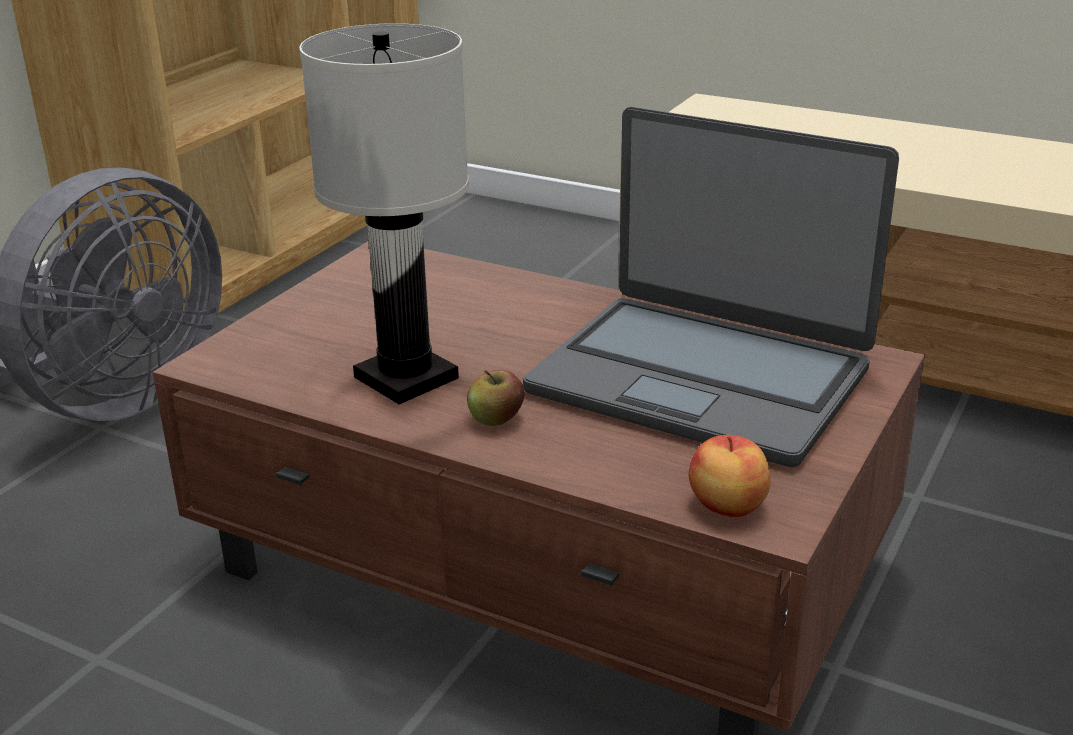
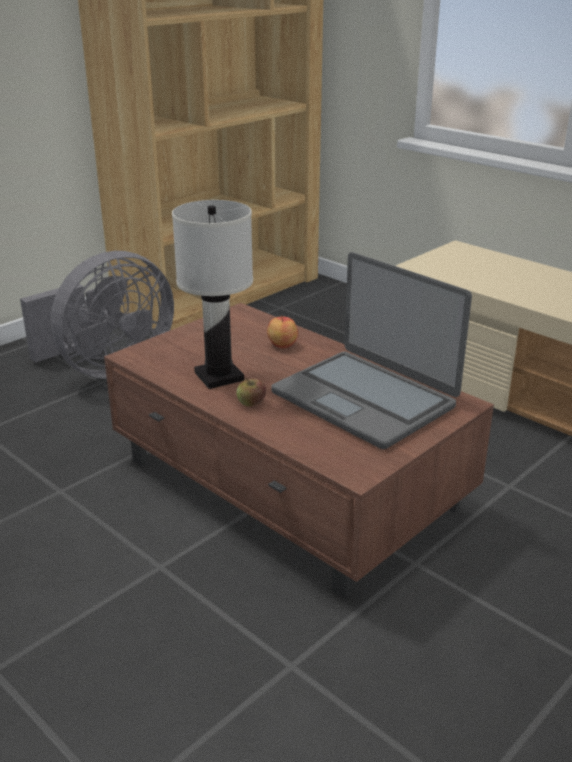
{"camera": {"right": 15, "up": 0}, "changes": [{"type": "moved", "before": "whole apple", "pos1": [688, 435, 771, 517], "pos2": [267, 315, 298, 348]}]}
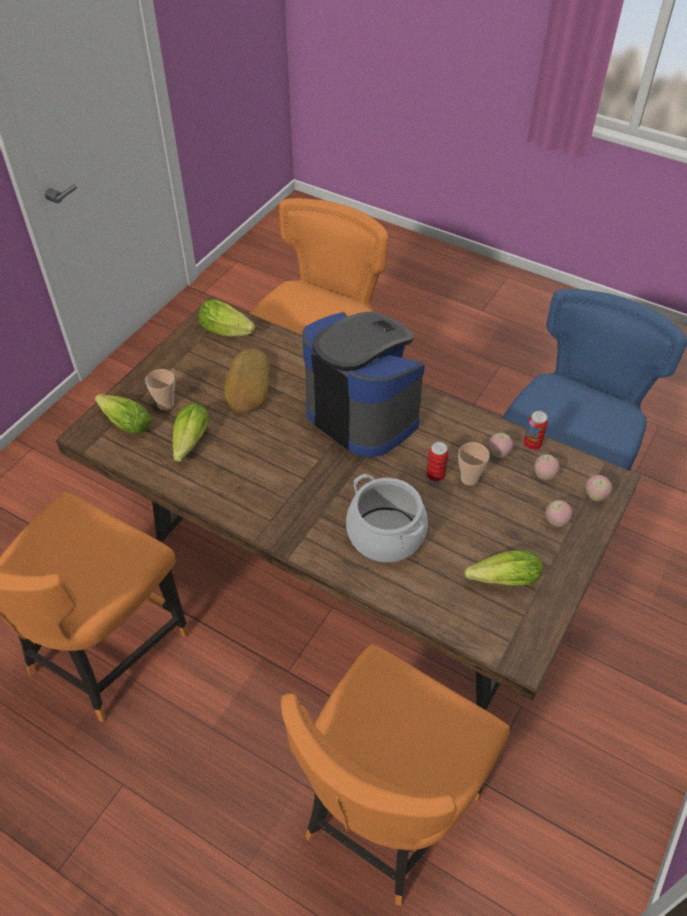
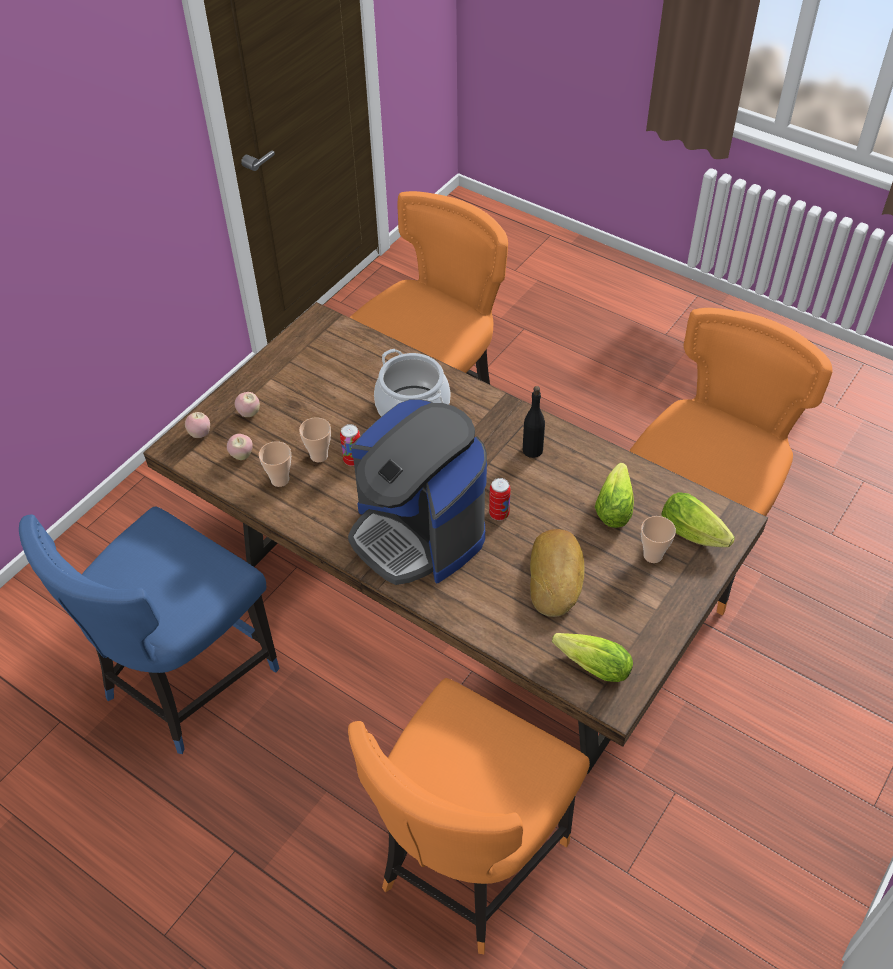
{"camera": {"right": -175, "up": 0}, "changes": [{"type": "moved", "before": "metal can", "pos1": [524, 411, 548, 450], "pos2": [489, 478, 511, 521]}, {"type": "replaced", "before": "whole apple", "after": "drinking cup", "pos1": [488, 433, 513, 458], "pos2": [259, 441, 291, 487]}, {"type": "removed", "before": "lettuce head", "pos1": [464, 550, 543, 585]}, {"type": "added", "after": "black beverage bottle", "pos2": [523, 386, 545, 458]}]}
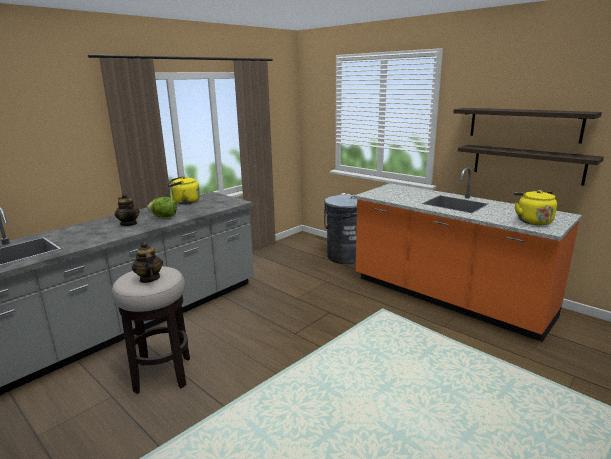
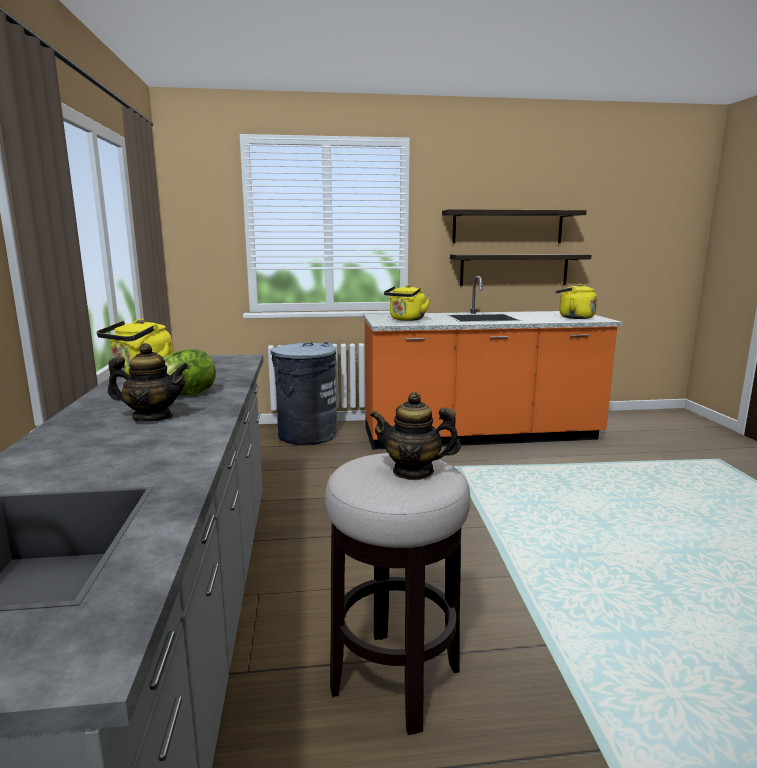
{"camera": {"right": -50, "up": -5}, "changes": [{"type": "added", "after": "yellow water kettle", "pos2": [384, 285, 430, 321]}]}
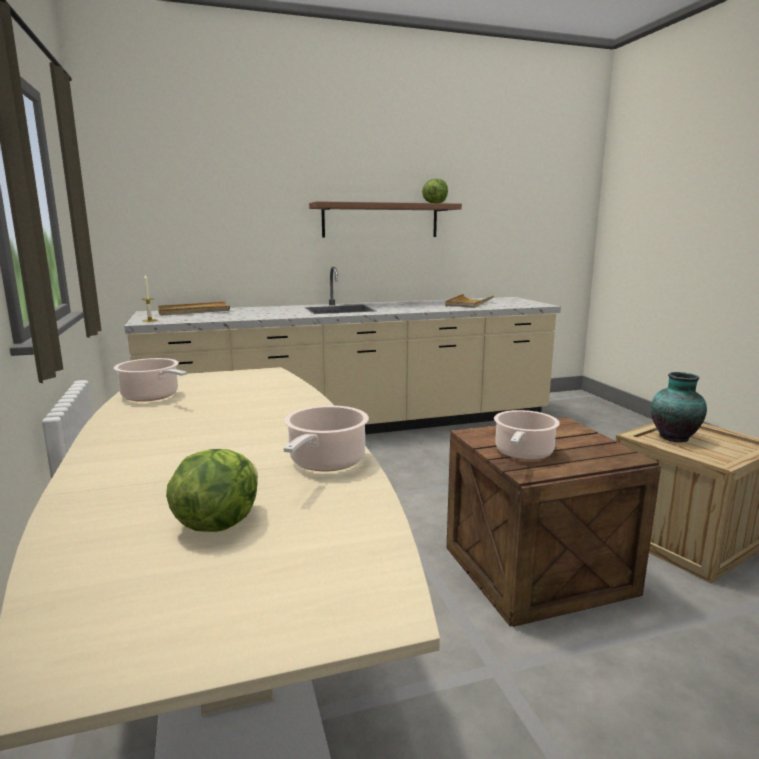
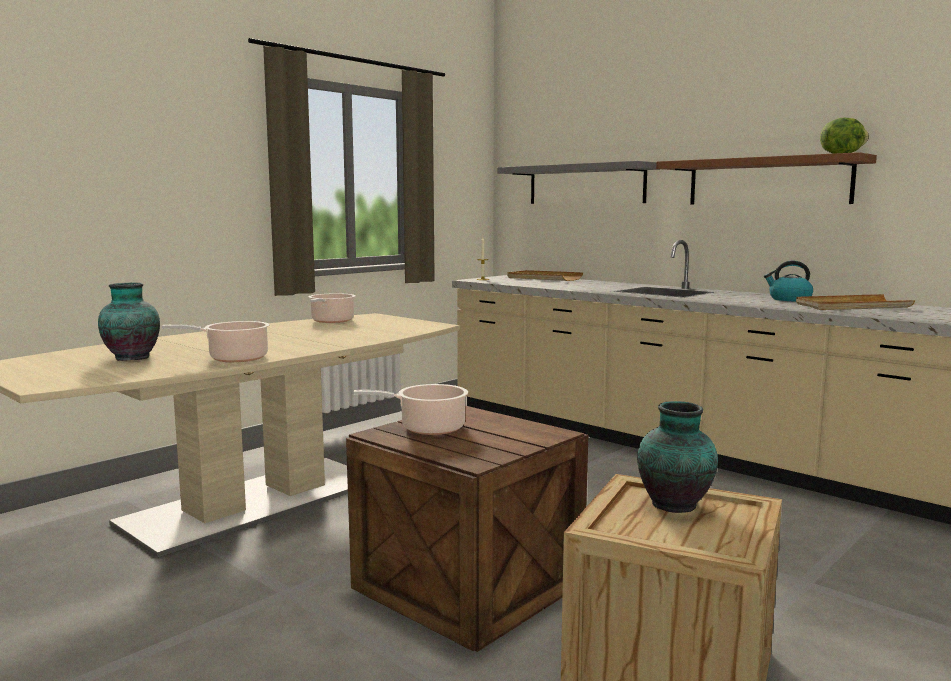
{"camera": {"right": 60, "up": -5}, "changes": [{"type": "replaced", "before": "lettuce head", "after": "vase", "pos1": [166, 449, 258, 532], "pos2": [98, 282, 160, 361]}, {"type": "added", "after": "grey shelf", "pos2": [497, 161, 660, 204]}, {"type": "added", "after": "water kettle", "pos2": [764, 261, 813, 301]}]}
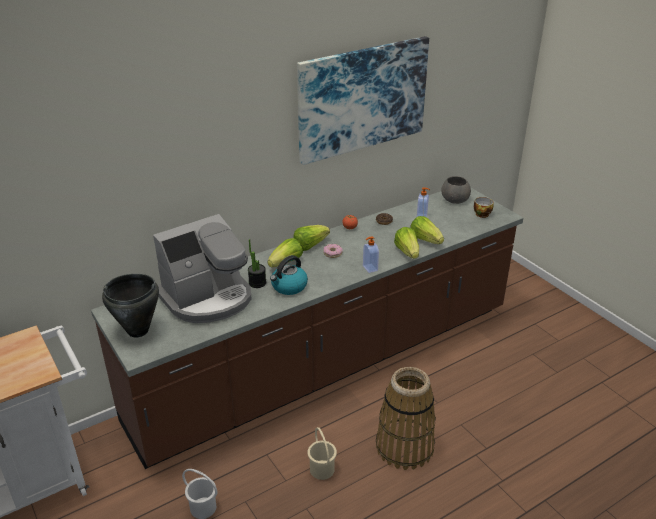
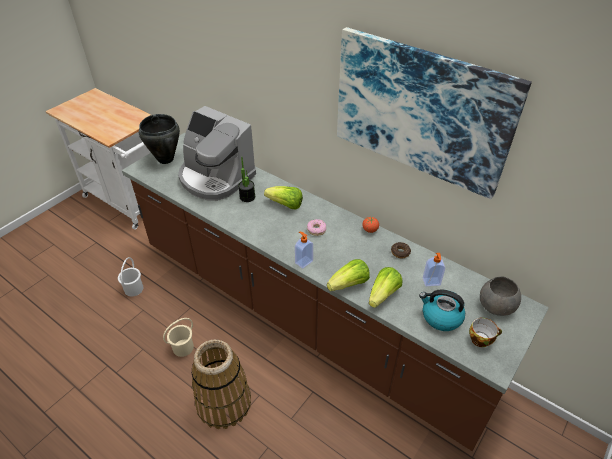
{"camera": {"right": 70, "up": 10}, "changes": [{"type": "removed", "before": "lettuce head", "pos1": [293, 225, 330, 251]}, {"type": "moved", "before": "water kettle", "pos1": [270, 255, 308, 295], "pos2": [419, 289, 465, 331]}]}
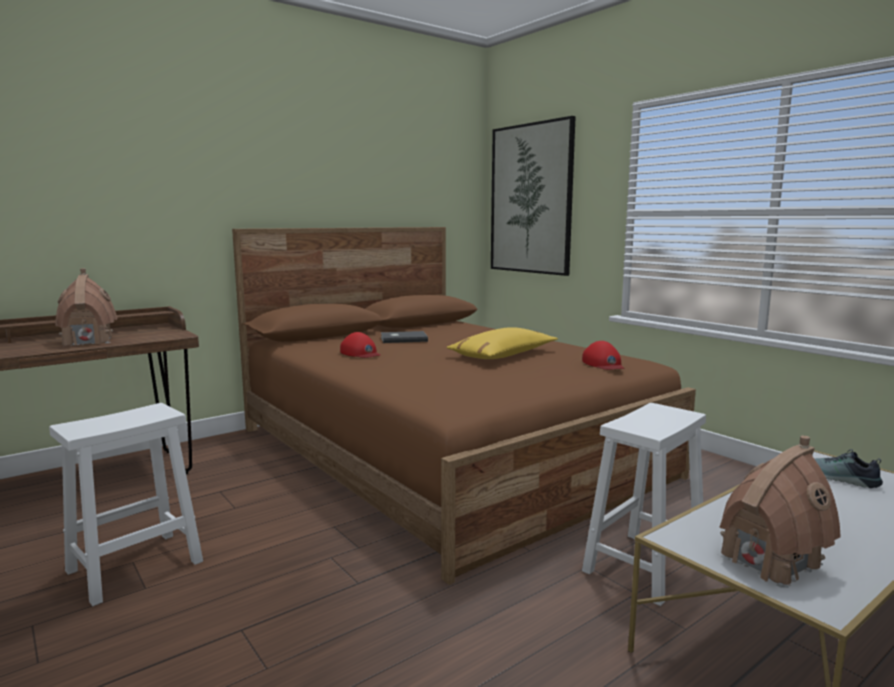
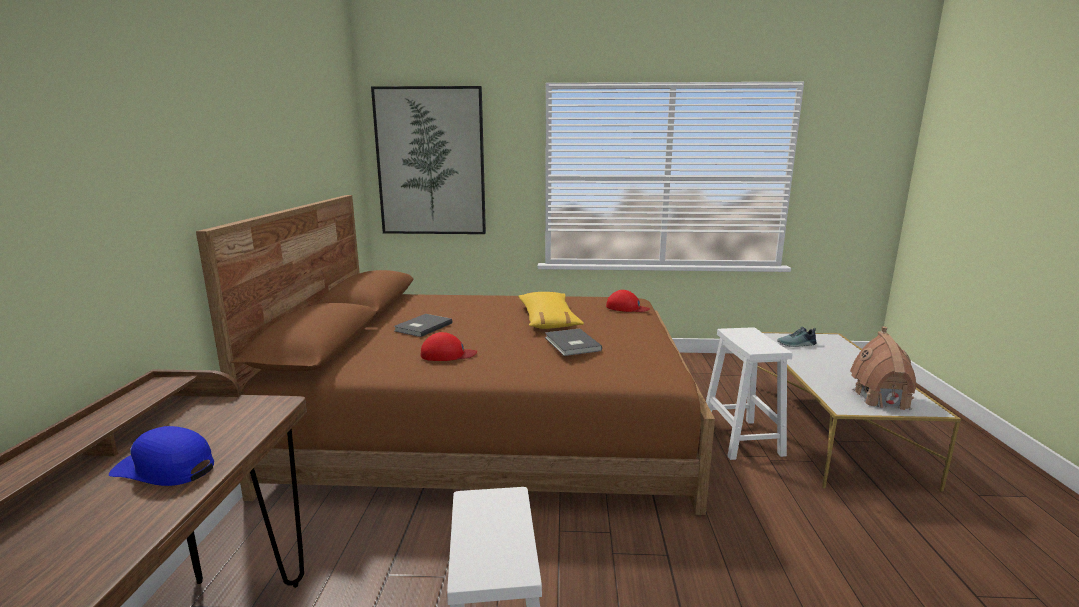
{"camera": {"right": -50, "up": 5}, "changes": [{"type": "replaced", "before": "miniature house", "after": "bluish peaked cap", "pos1": [55, 268, 118, 346], "pos2": [109, 426, 214, 486]}, {"type": "added", "after": "grey book", "pos2": [545, 328, 602, 356]}]}
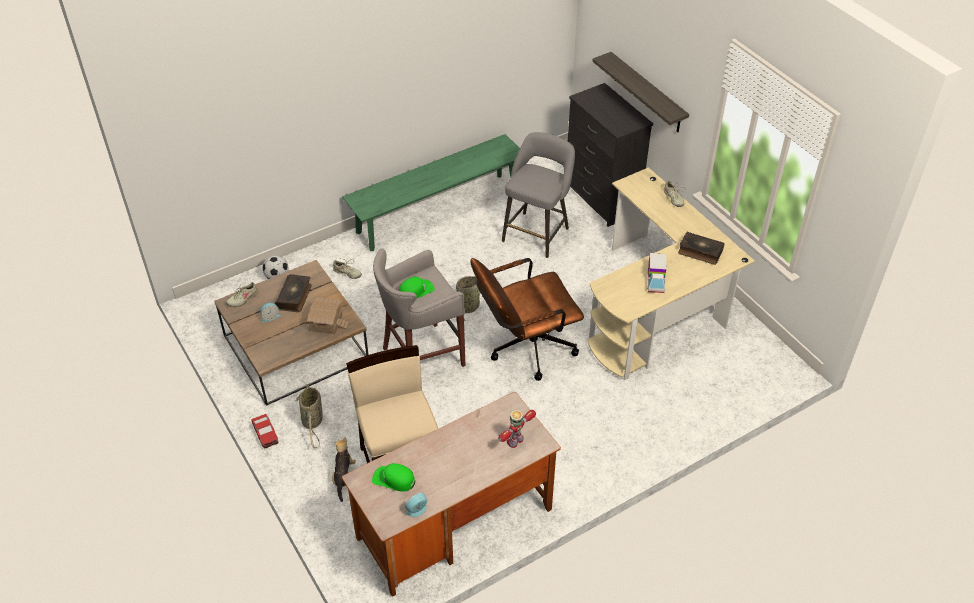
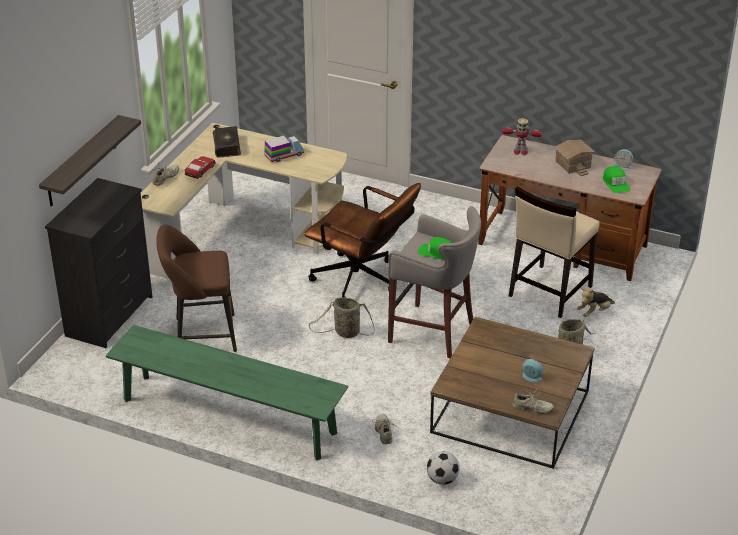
{"camera": {"right": -125, "up": -10}, "changes": [{"type": "recoloured", "before": "grey stool seat", "after": "brownish stool seat", "pos1": [502, 132, 575, 258], "pos2": [156, 225, 237, 352]}, {"type": "removed", "before": "book", "pos1": [275, 274, 312, 312]}, {"type": "moved", "before": "miniature house", "pos1": [303, 297, 349, 334], "pos2": [554, 140, 595, 176]}, {"type": "moved", "before": "miniature car", "pos1": [252, 414, 278, 448], "pos2": [185, 156, 216, 179]}]}
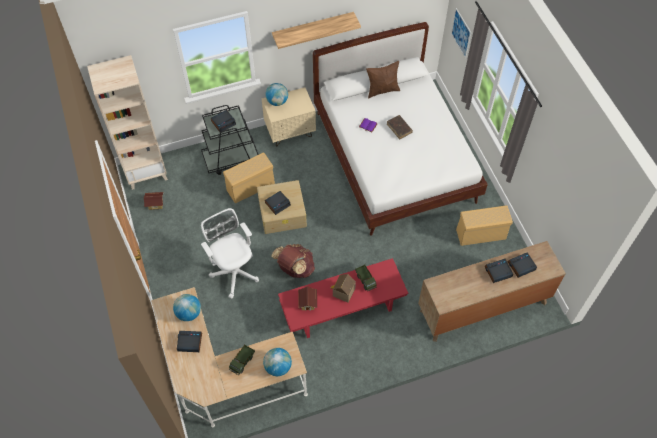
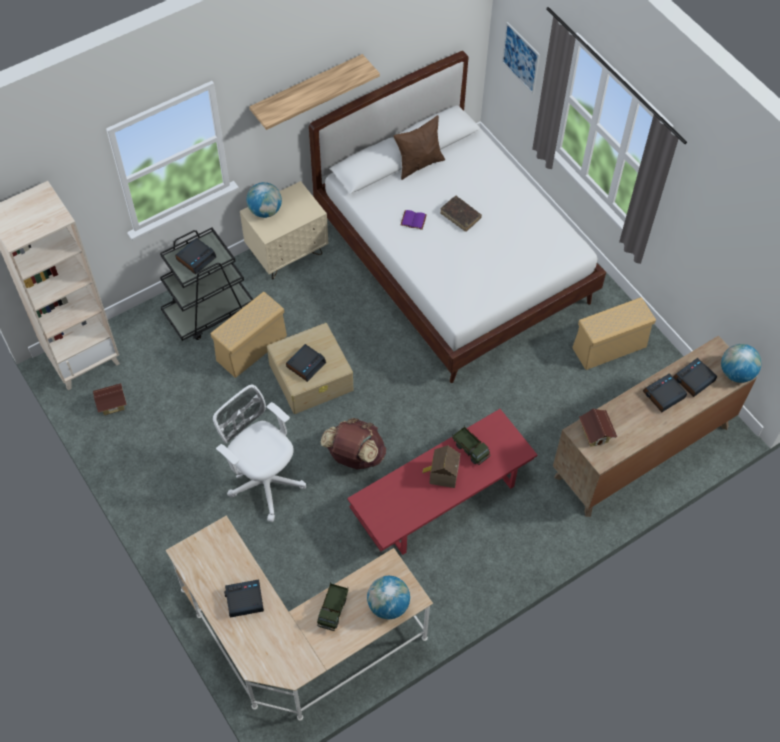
{"camera": {"right": -15, "up": 0}, "changes": [{"type": "moved", "before": "miniature house", "pos1": [298, 286, 317, 310], "pos2": [579, 408, 617, 447]}, {"type": "moved", "before": "desk globe", "pos1": [173, 294, 201, 321], "pos2": [721, 344, 761, 383]}]}
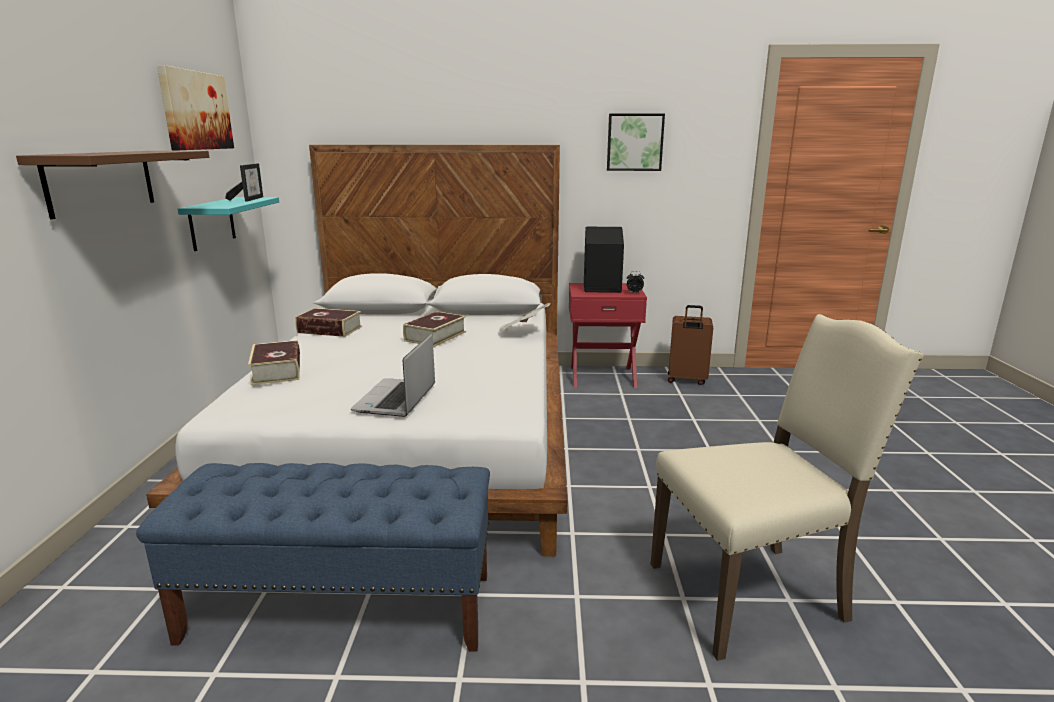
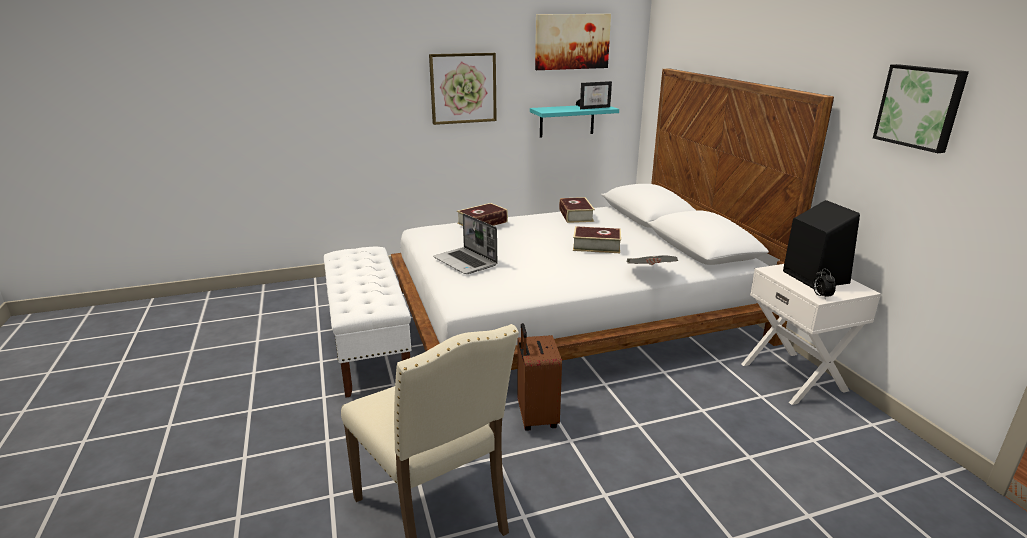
{"camera": {"right": 70, "up": 5}, "changes": [{"type": "replaced", "before": "brownish shelf", "after": "wall art", "pos1": [16, 151, 209, 220], "pos2": [429, 53, 497, 125]}, {"type": "recoloured", "before": "red nightstand", "after": "whitish nightstand", "pos1": [569, 283, 647, 388], "pos2": [741, 264, 881, 405]}, {"type": "moved", "before": "brownish piece of luggage", "pos1": [668, 305, 713, 385], "pos2": [517, 323, 562, 431]}, {"type": "turned", "before": "laptop", "pos1": [351, 333, 435, 417], "pos2": [433, 213, 497, 274], "turn": -120}, {"type": "recoloured", "before": "bluish long seat", "after": "whitish long seat", "pos1": [136, 463, 490, 652], "pos2": [324, 246, 412, 398]}]}
